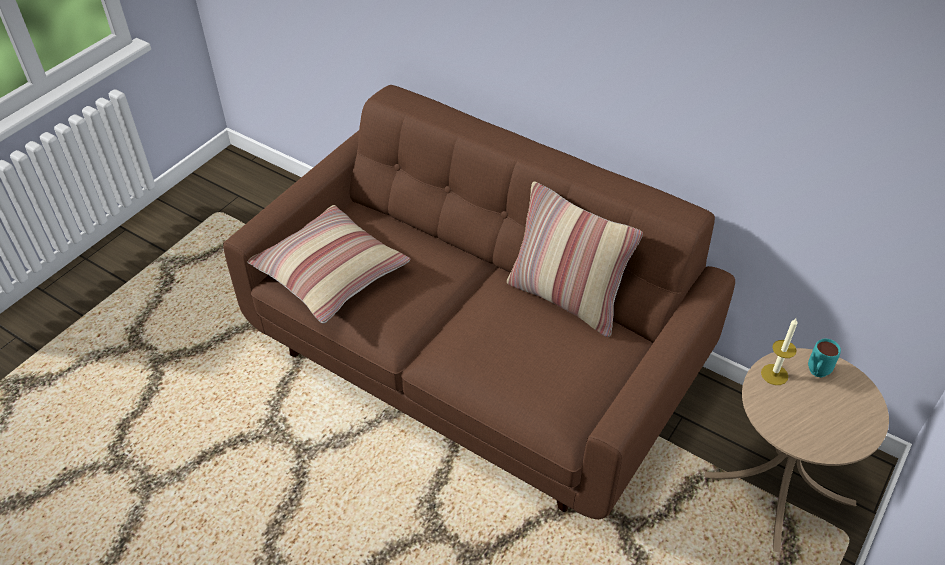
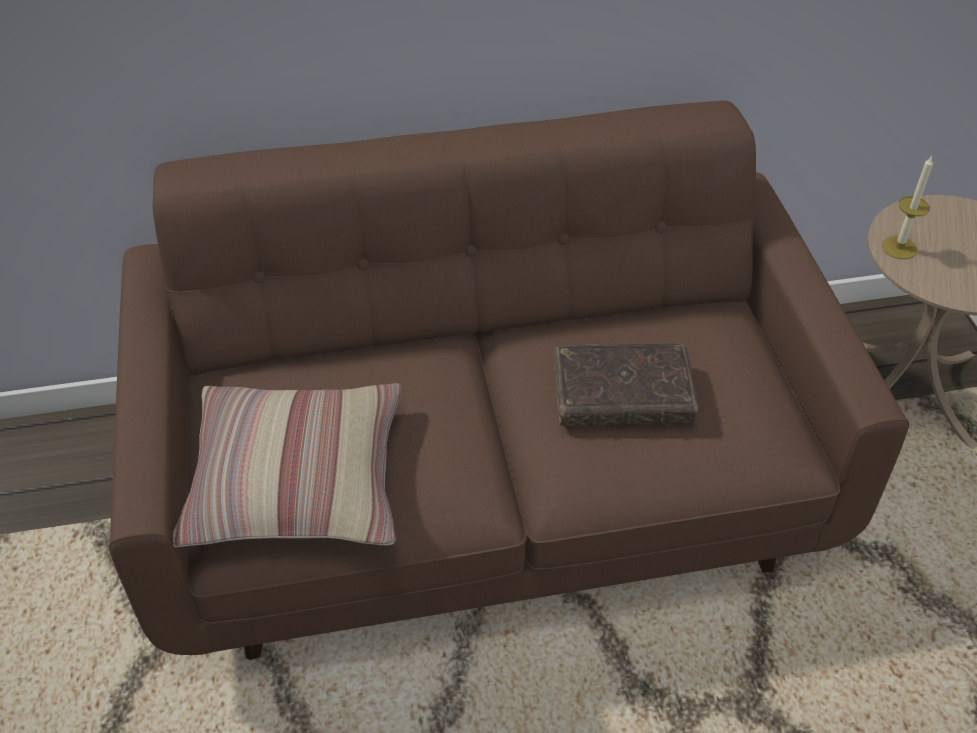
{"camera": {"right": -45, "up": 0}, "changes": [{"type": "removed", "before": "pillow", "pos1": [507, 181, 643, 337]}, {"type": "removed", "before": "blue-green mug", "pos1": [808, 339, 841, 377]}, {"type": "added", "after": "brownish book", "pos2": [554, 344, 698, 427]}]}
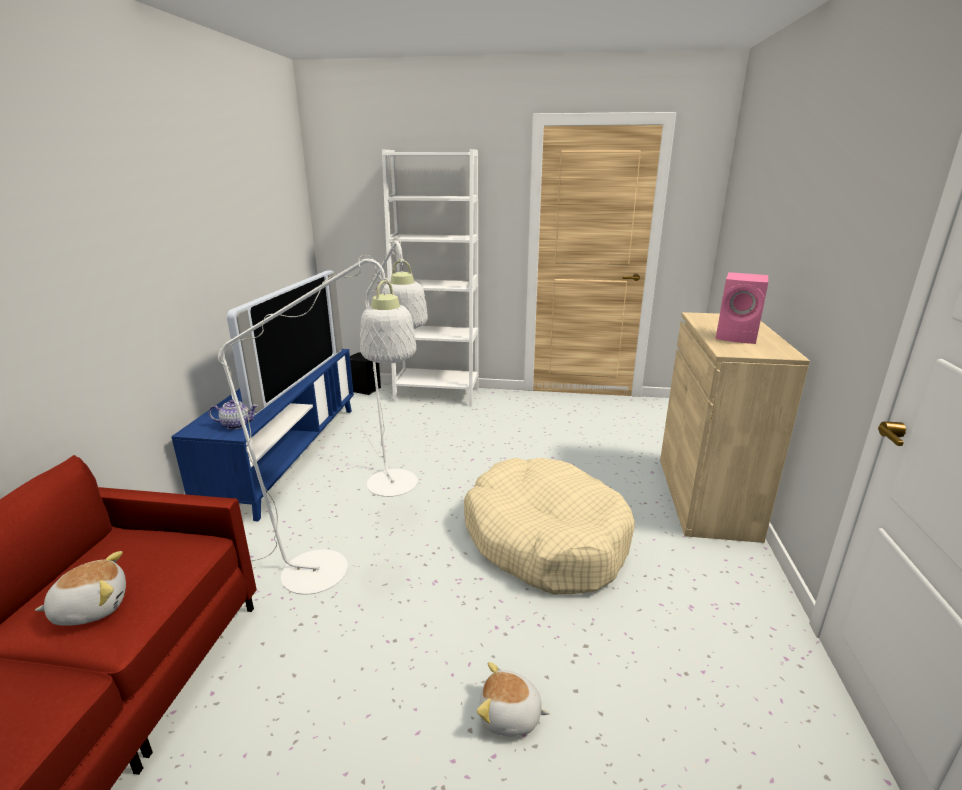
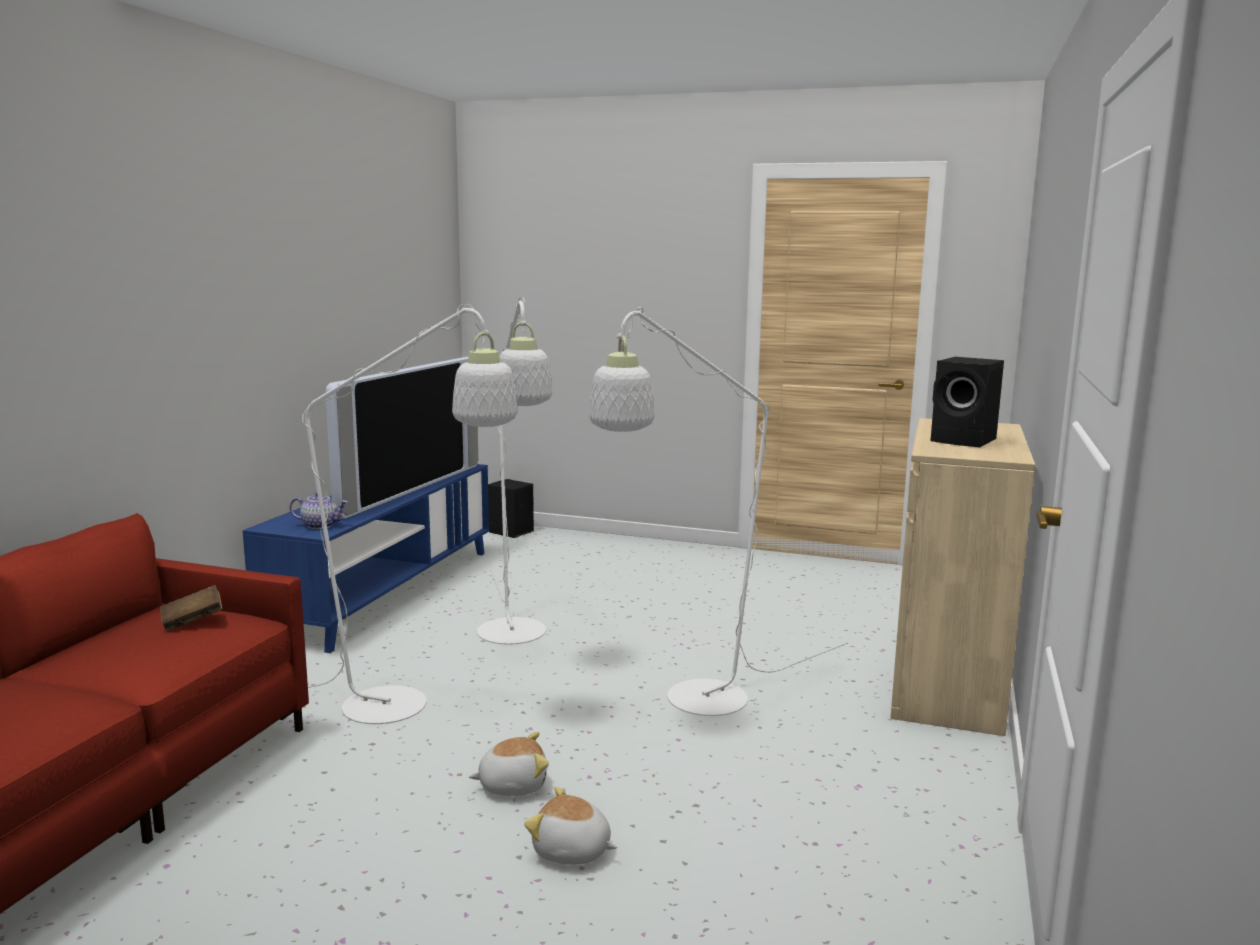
{"camera": {"right": 10, "up": -10}, "changes": [{"type": "removed", "before": "whitish bookshelf", "pos1": [382, 149, 479, 406]}, {"type": "recoloured", "before": "pink loudspeaker", "after": "black loudspeaker", "pos1": [716, 272, 768, 344], "pos2": [930, 357, 1004, 447]}, {"type": "replaced", "before": "sand-coloured pet bed", "after": "whitish standing lamp", "pos1": [464, 458, 635, 595], "pos2": [589, 307, 848, 716]}, {"type": "moved", "before": "cuddly toy", "pos1": [35, 551, 126, 626], "pos2": [469, 732, 549, 796]}, {"type": "added", "after": "brownish book", "pos2": [160, 585, 222, 631]}]}
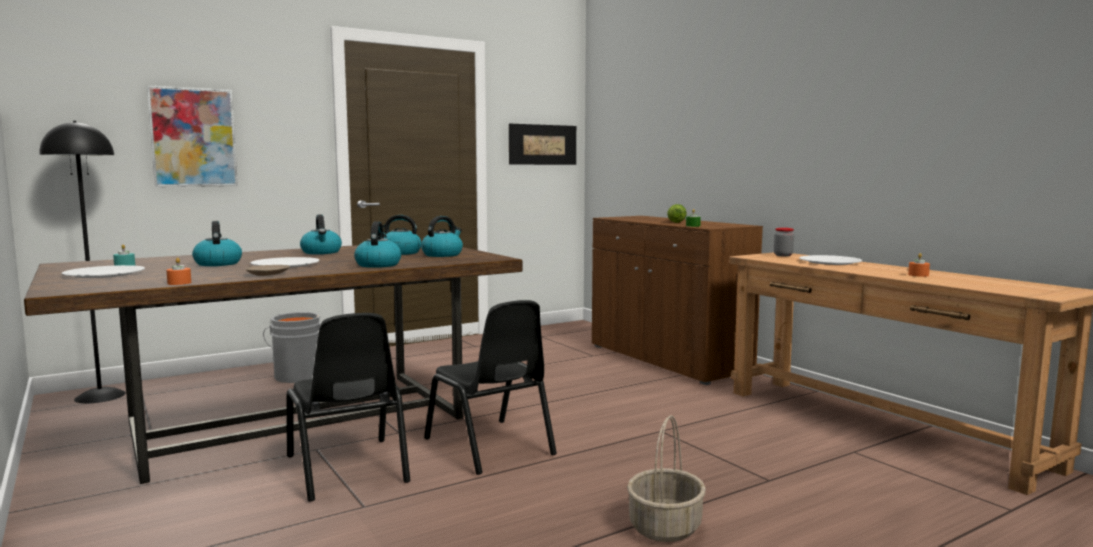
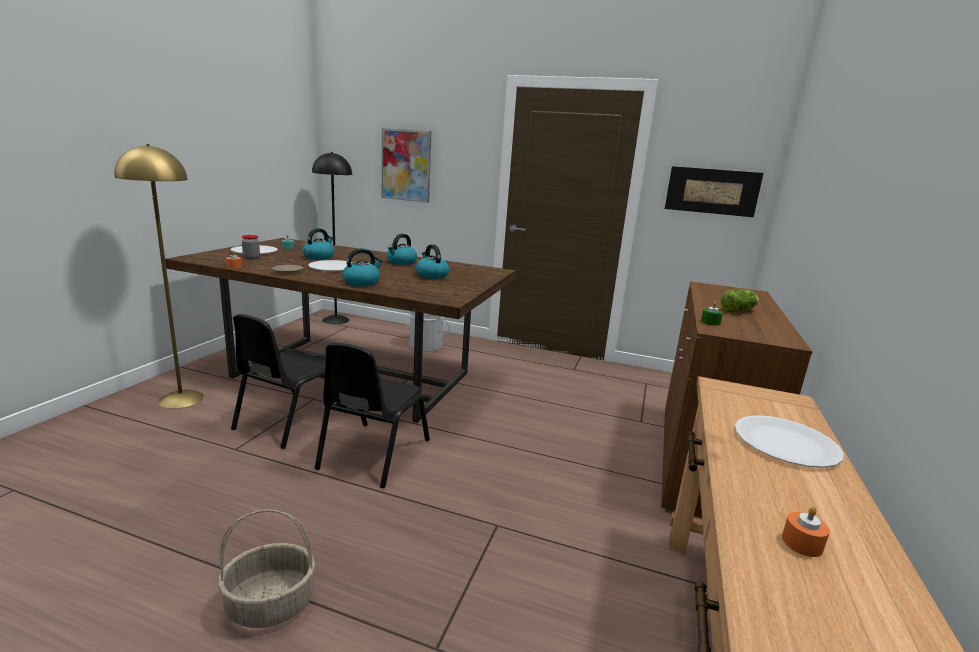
{"camera": {"right": 50, "up": 10}, "changes": [{"type": "removed", "before": "water kettle", "pos1": [421, 216, 463, 257]}, {"type": "moved", "before": "storage jar", "pos1": [774, 228, 794, 256], "pos2": [242, 235, 260, 260]}, {"type": "added", "after": "yellow standing lamp", "pos2": [115, 144, 204, 408]}]}
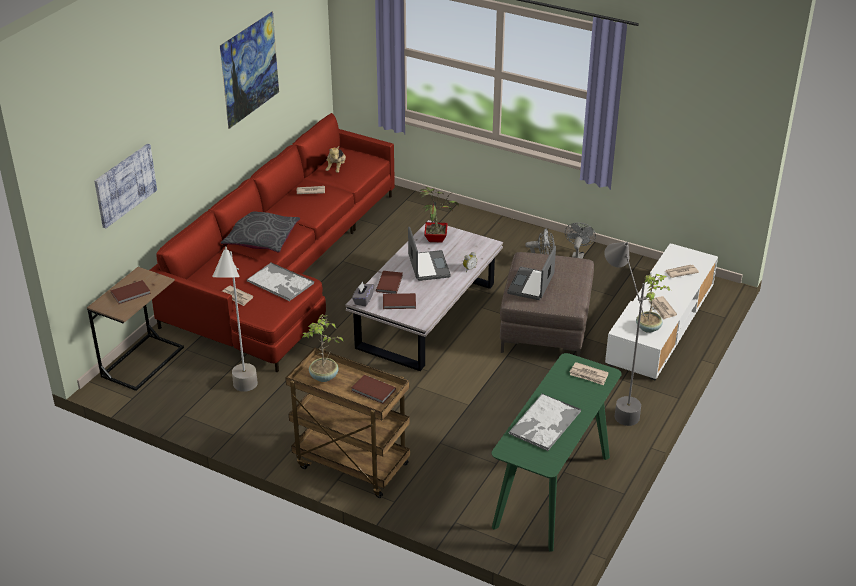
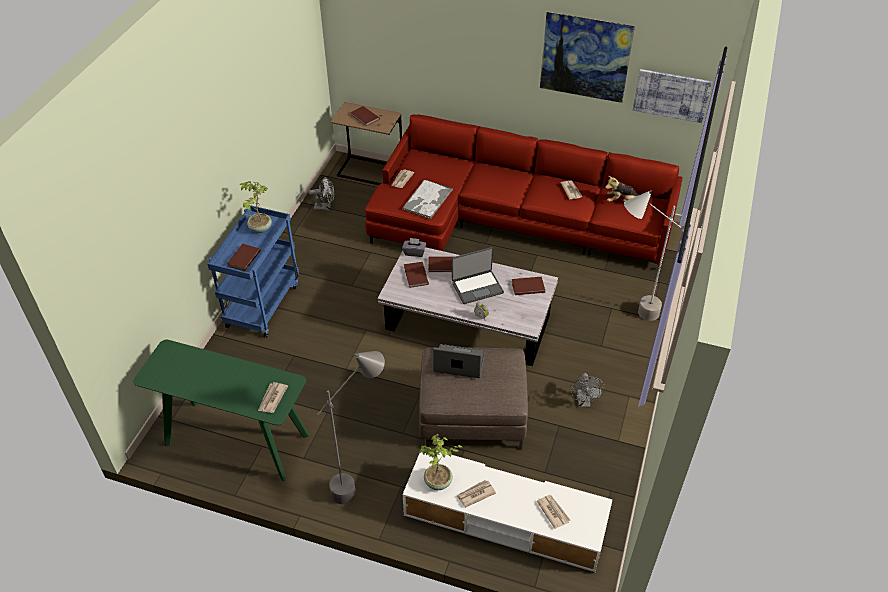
{"camera": {"right": 80, "up": 10}, "changes": [{"type": "moved", "before": "wall art", "pos1": [94, 144, 157, 228], "pos2": [633, 69, 712, 123]}, {"type": "replaced", "before": "potted plant", "after": "brownish book", "pos1": [419, 187, 459, 243], "pos2": [512, 277, 545, 295]}, {"type": "removed", "before": "grey pillow", "pos1": [221, 211, 300, 253]}, {"type": "moved", "before": "grey electric fan", "pos1": [565, 222, 596, 259], "pos2": [309, 177, 335, 211]}, {"type": "moved", "before": "grey standing lamp", "pos1": [212, 246, 258, 392], "pos2": [624, 190, 681, 321]}, {"type": "recoloured", "before": "brownish wheeled cart", "after": "bluish wheeled cart", "pos1": [285, 348, 410, 498], "pos2": [207, 205, 299, 338]}, {"type": "removed", "before": "serving tray", "pos1": [508, 394, 581, 451]}]}
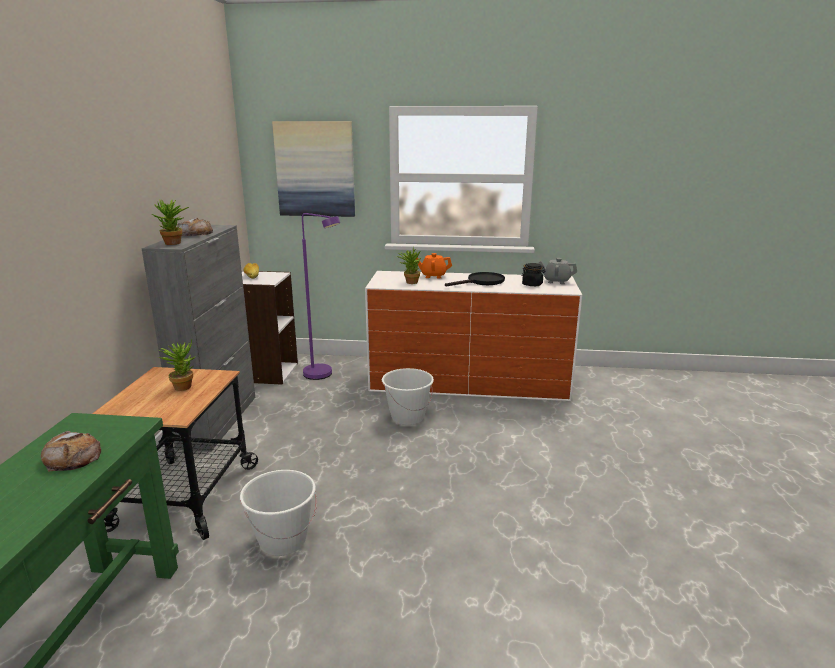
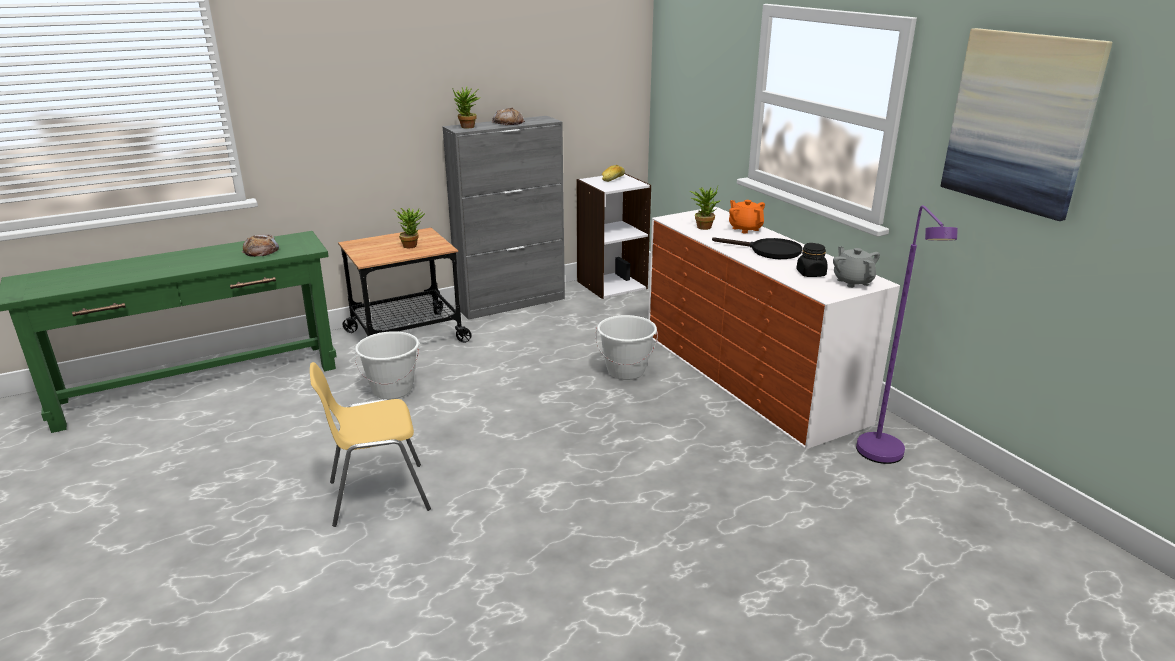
{"camera": {"right": 55, "up": 5}, "changes": [{"type": "moved", "before": "wall art", "pos1": [272, 121, 355, 217], "pos2": [941, 28, 1112, 221]}, {"type": "moved", "before": "purple standing lamp", "pos1": [302, 213, 340, 380], "pos2": [856, 205, 958, 464]}, {"type": "added", "after": "yellow chair", "pos2": [310, 362, 431, 527]}]}
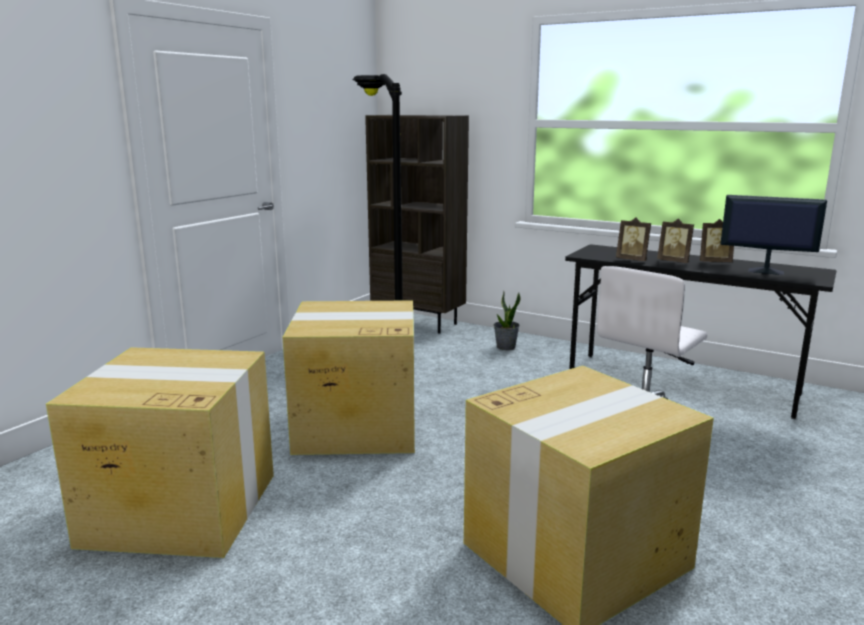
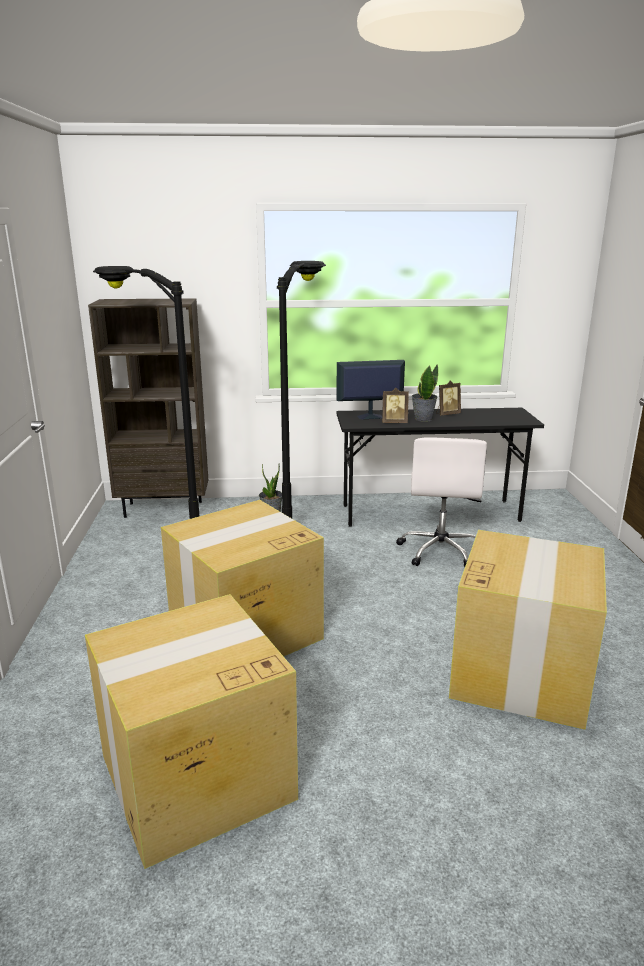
{"camera": {"right": -35, "up": 5}, "changes": [{"type": "moved", "before": "computer display", "pos1": [721, 195, 827, 275], "pos2": [336, 360, 405, 419]}, {"type": "replaced", "before": "standing frame", "after": "potted plant", "pos1": [657, 219, 694, 263], "pos2": [412, 364, 438, 422]}, {"type": "added", "after": "black standing lamp", "pos2": [277, 261, 326, 518]}]}
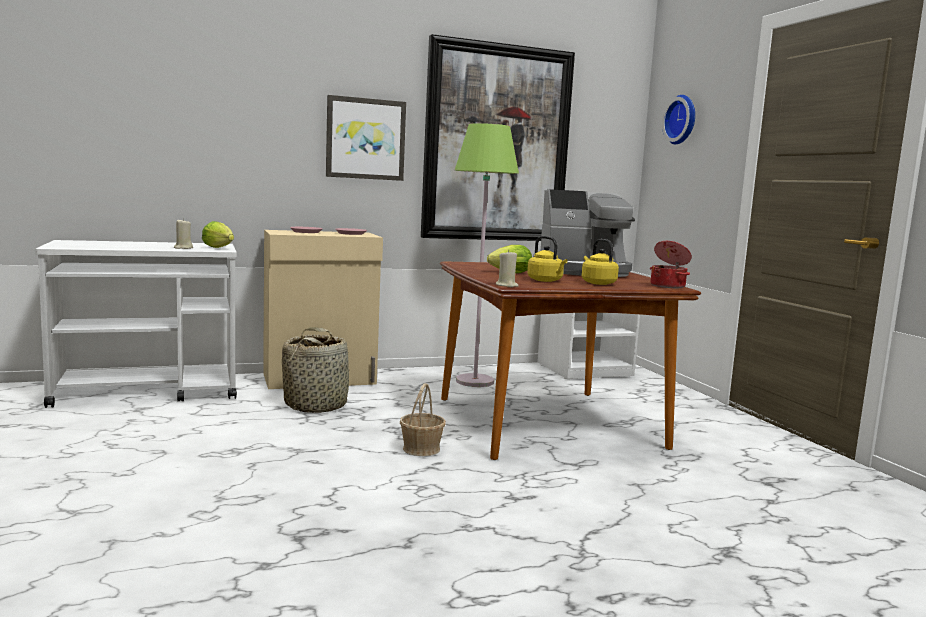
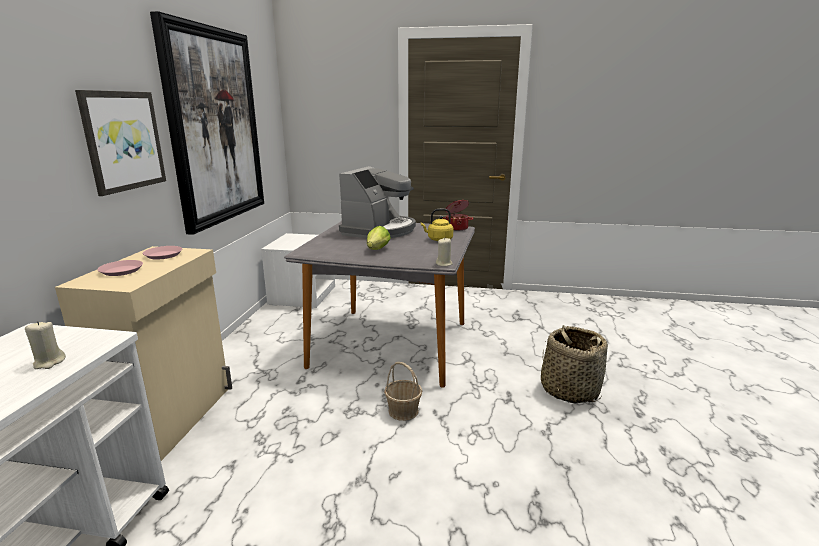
{"camera": {"right": -60, "up": 10}, "changes": [{"type": "removed", "before": "clock on the wall", "pos1": [662, 95, 695, 144]}, {"type": "removed", "before": "greenish standing lamp", "pos1": [455, 123, 519, 387]}, {"type": "removed", "before": "lettuce head", "pos1": [202, 221, 234, 248]}, {"type": "removed", "before": "yellow water kettle", "pos1": [527, 236, 568, 282]}, {"type": "recoloured", "before": "brownish kitchen table", "after": "grey kitchen table", "pos1": [440, 261, 701, 460], "pos2": [284, 221, 475, 388]}, {"type": "moved", "before": "storage basket", "pos1": [282, 327, 350, 413], "pos2": [541, 325, 608, 403]}]}
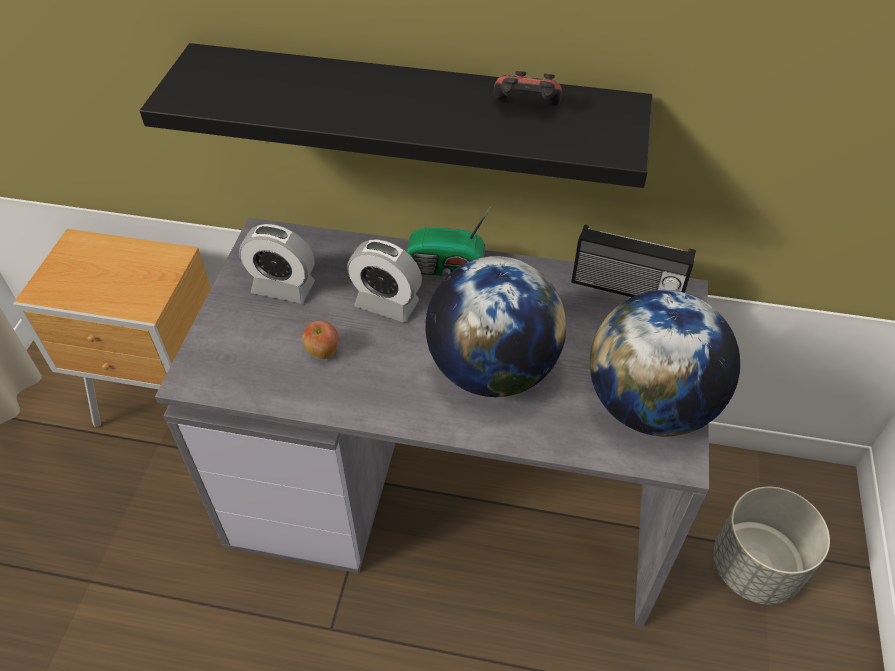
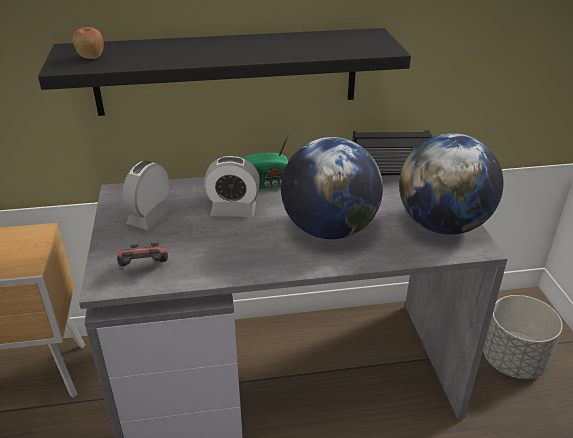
{"camera": {"right": -20, "up": -15}, "changes": [{"type": "moved", "before": "gamepad", "pos1": [494, 71, 562, 106], "pos2": [117, 243, 168, 266]}, {"type": "turned", "before": "alarm clock", "pos1": [239, 224, 315, 303], "pos2": [122, 161, 173, 230], "turn": 120}, {"type": "moved", "before": "whole apple", "pos1": [302, 321, 339, 359], "pos2": [72, 27, 104, 59]}]}
